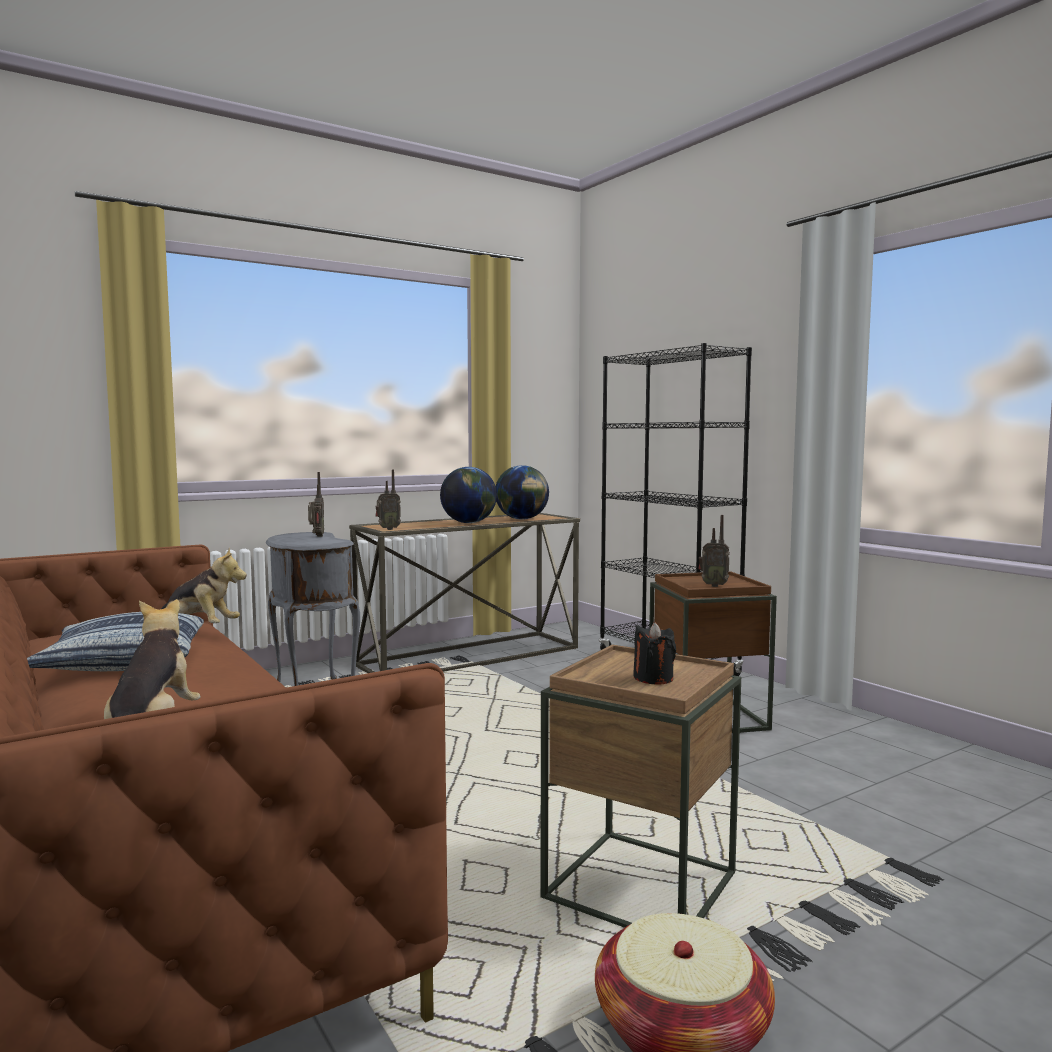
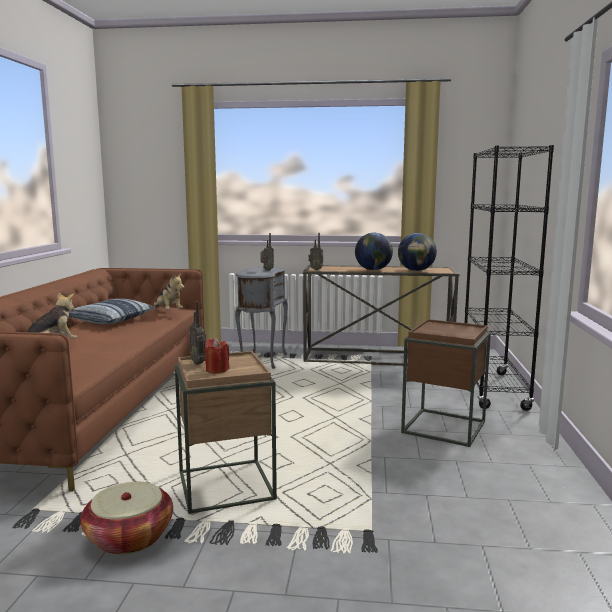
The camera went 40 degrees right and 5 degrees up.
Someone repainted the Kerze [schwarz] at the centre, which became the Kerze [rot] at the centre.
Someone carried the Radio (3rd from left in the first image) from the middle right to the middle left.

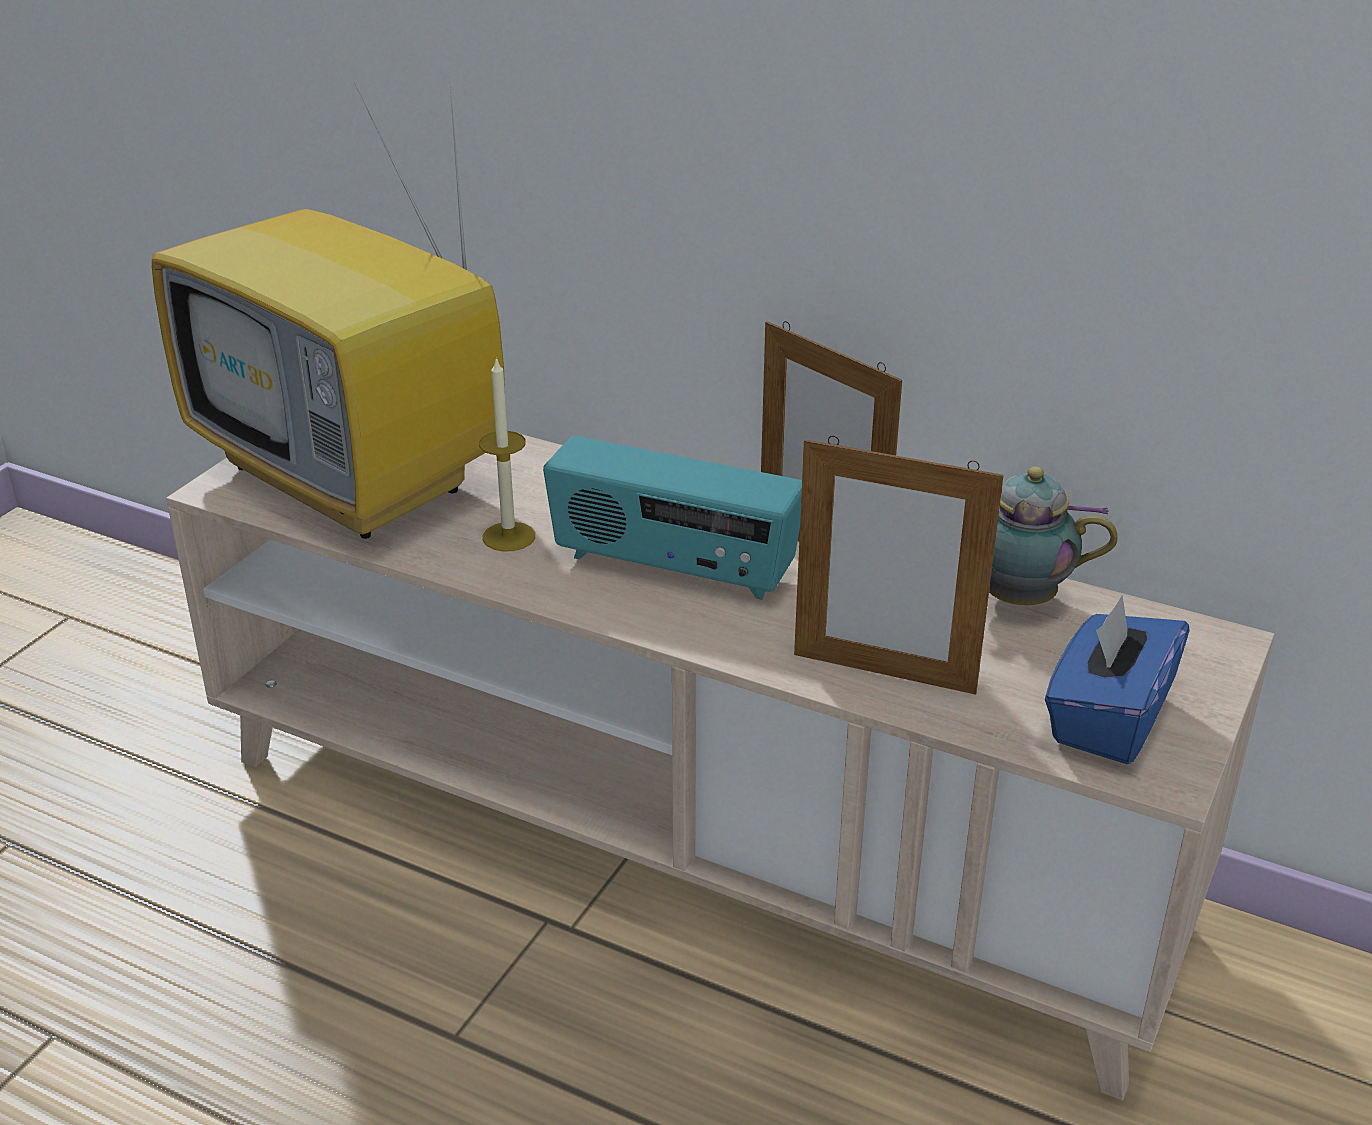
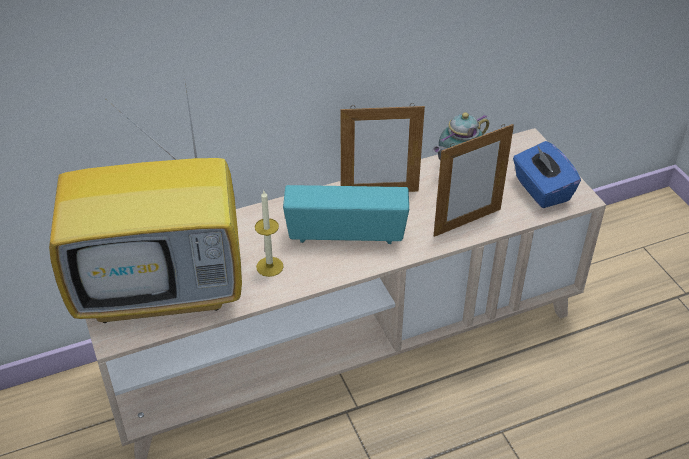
The camera went 50 degrees left and 10 degrees up.
Someone rotated the Radio at the centre by 150 degrees counterclockwise.

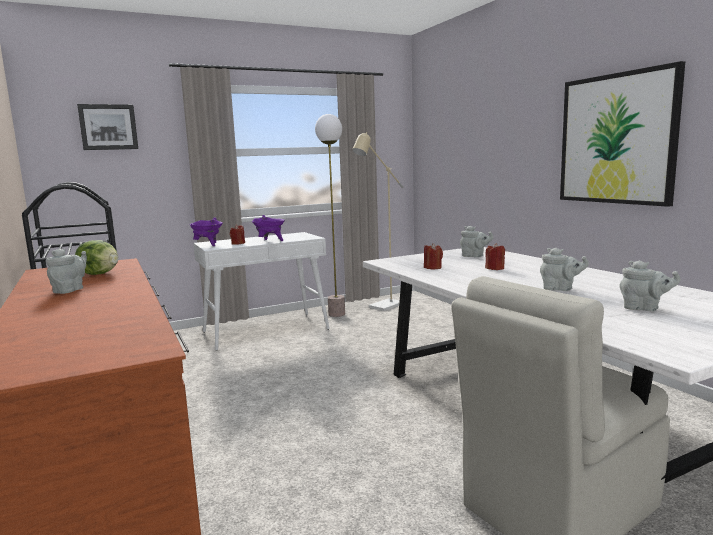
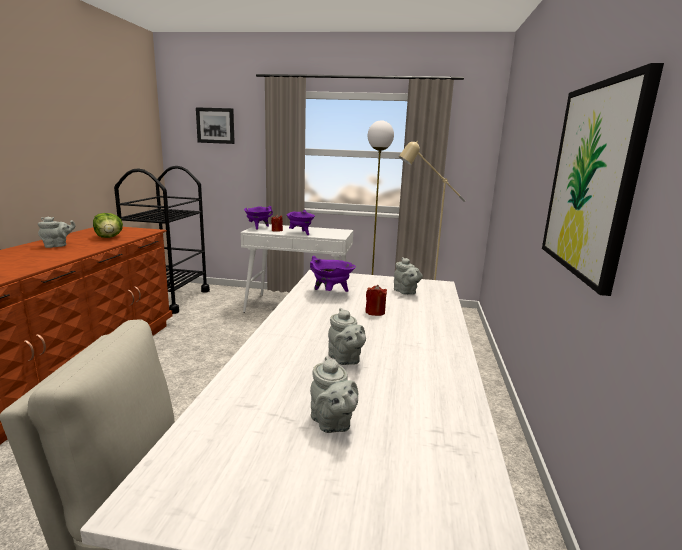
The camera went 35 degrees right and 5 degrees up.
Someone swapped the Kerze [rot] (2nd from left) at the centre for the Kochtopf [lila] (3rd from left) at the centre.

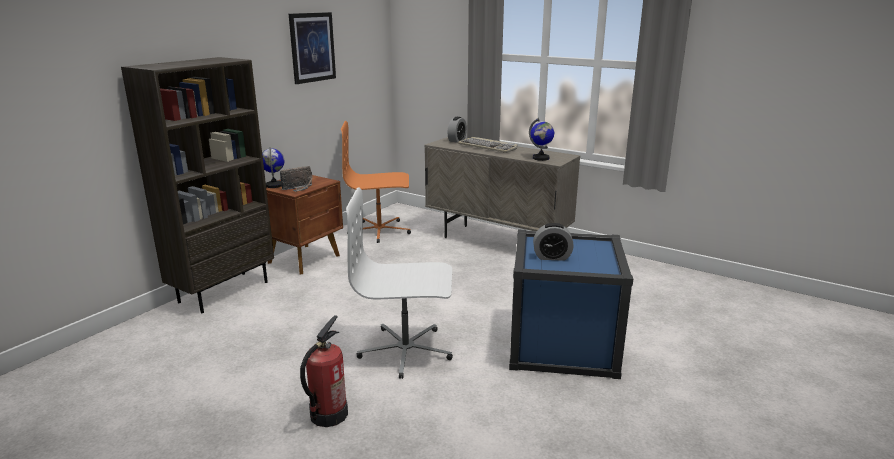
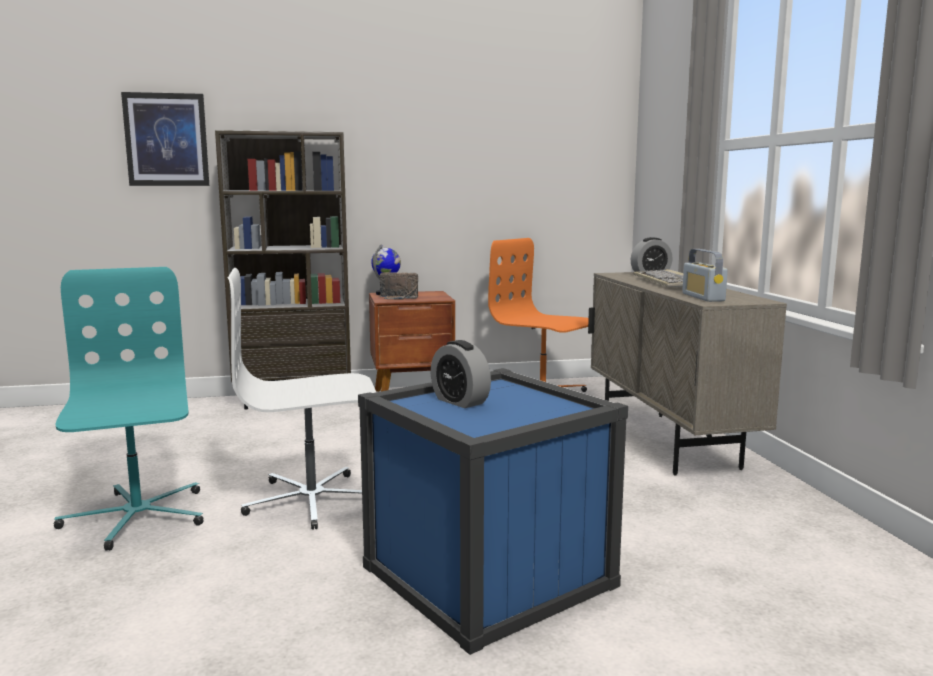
The camera went 45 degrees right and 10 degrees down.
Someone carried the Bild from the top centre to the top left.
Someone swapped the Feuerlöscher at the bottom centre for the Bürostuhl [türkis] at the middle left.
Someone rotated the Bürostuhl [weiß] at the centre by 60 degrees counterclockwise.
Someone swapped the Globus (2nd from left) at the top centre for the Radio (2nd from left) at the middle right.

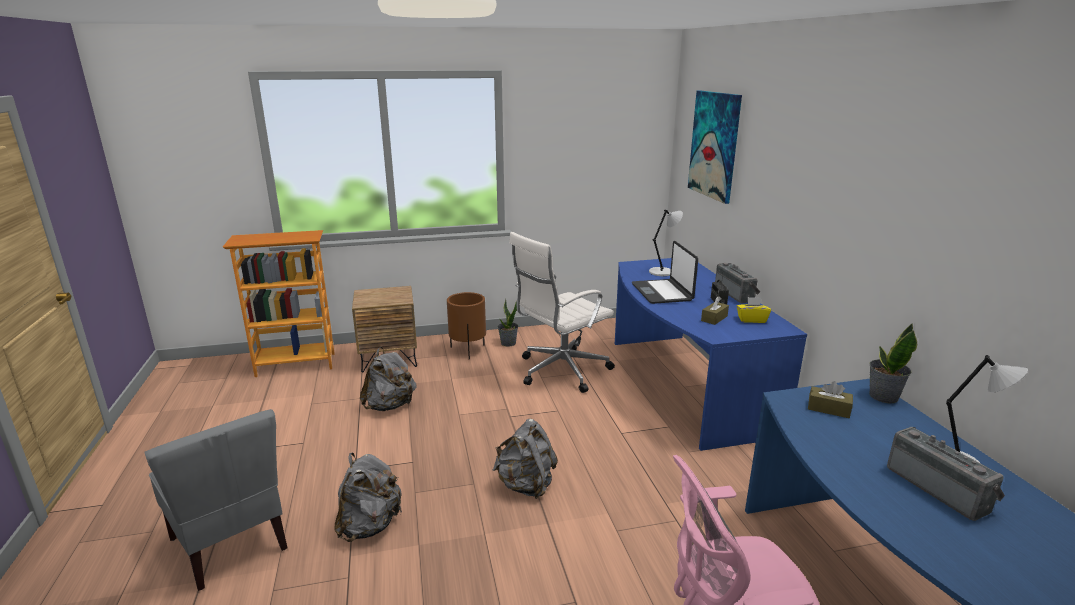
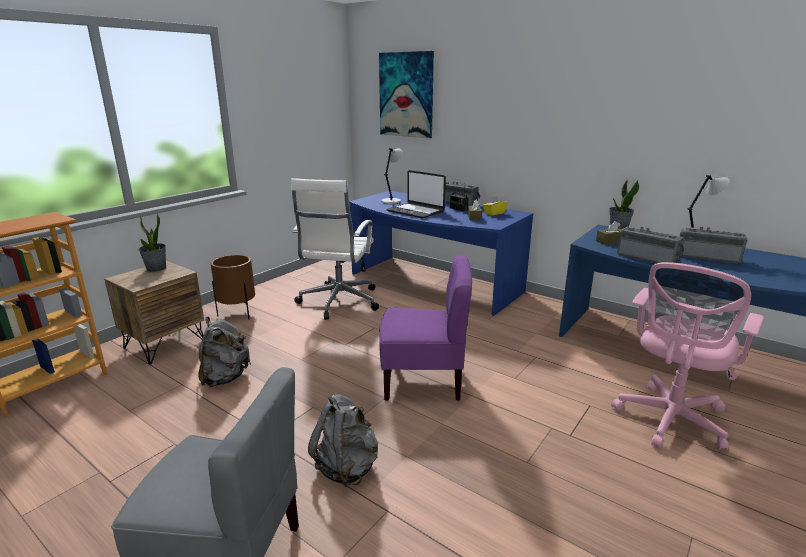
The camera went 40 degrees left and 0 degrees up.
Someone swapped the Rucksack [grau] (3rd from left) at the bottom centre for the Stuhl [lila] at the centre.
Someone carried the Topfpflanze (1st from left) from the centre to the middle left.
Someone put down the Radio (3rd from left) at the middle right.

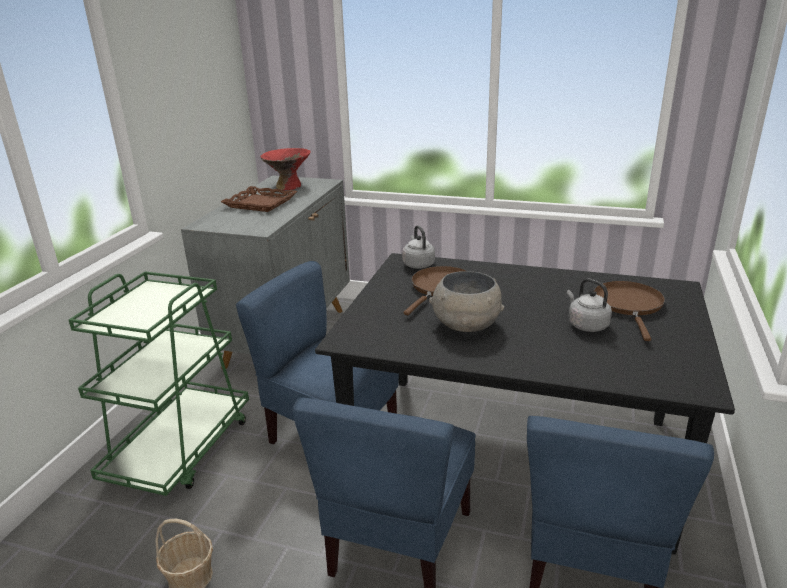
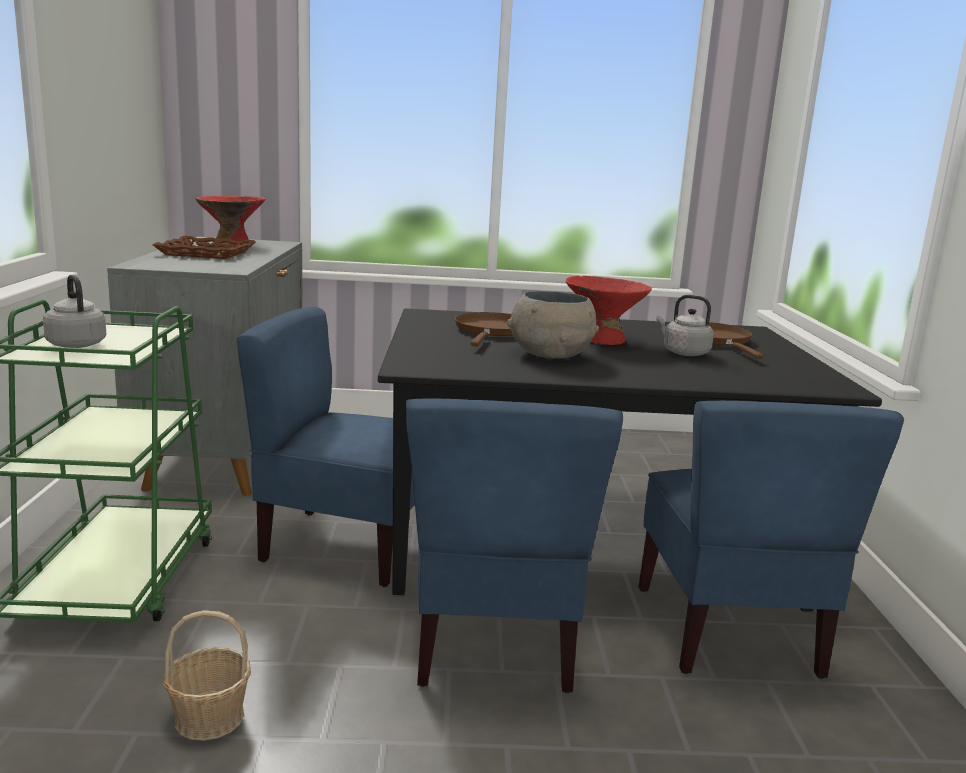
The camera went 20 degrees left and 10 degrees down.
Someone carried the Wasserkessel [grau] (1st from left) from the centre to the middle left.
Someone put down the Schüssel [rot] (2nd from left) at the centre.

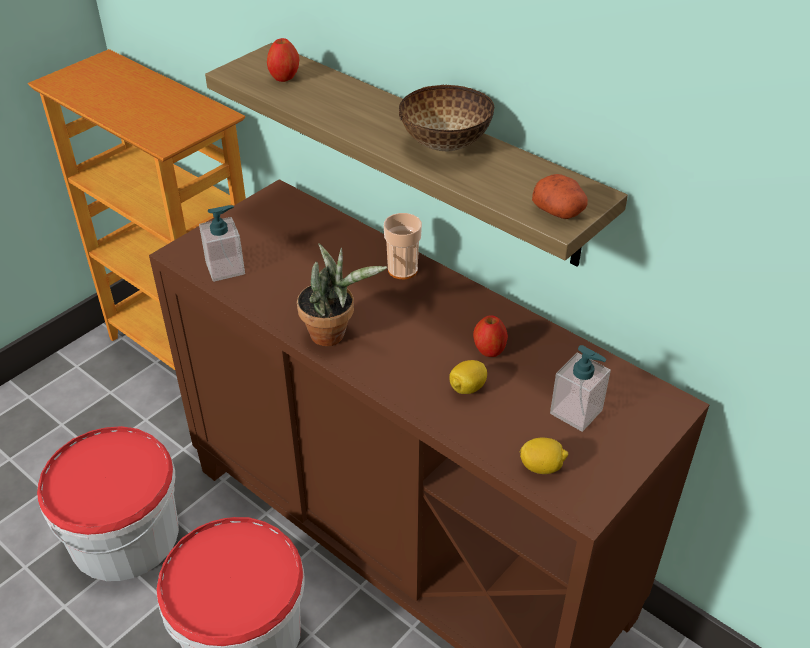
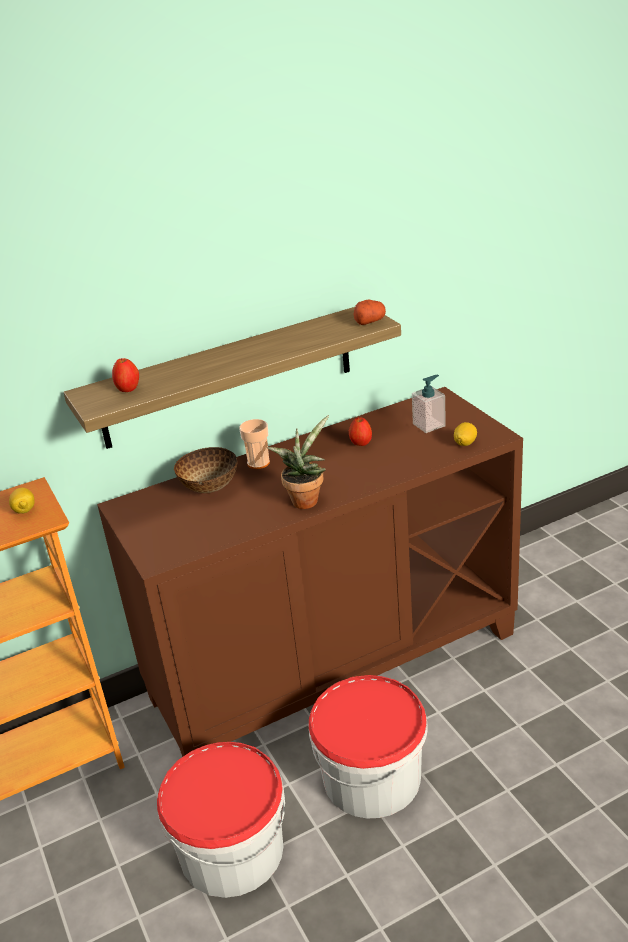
The camera went 65 degrees left and 10 degrees down.
Someone took away the Seifenspender (1st from left) at the middle left.
Someone carried the Schüssel from the top centre to the middle left.
Someone carried the Zitrone (1st from left) from the centre to the middle left.

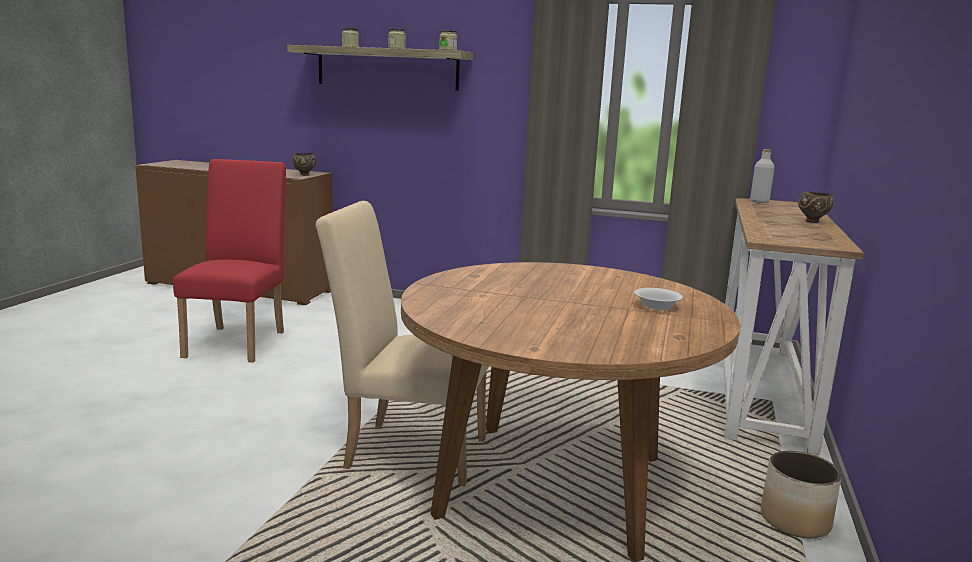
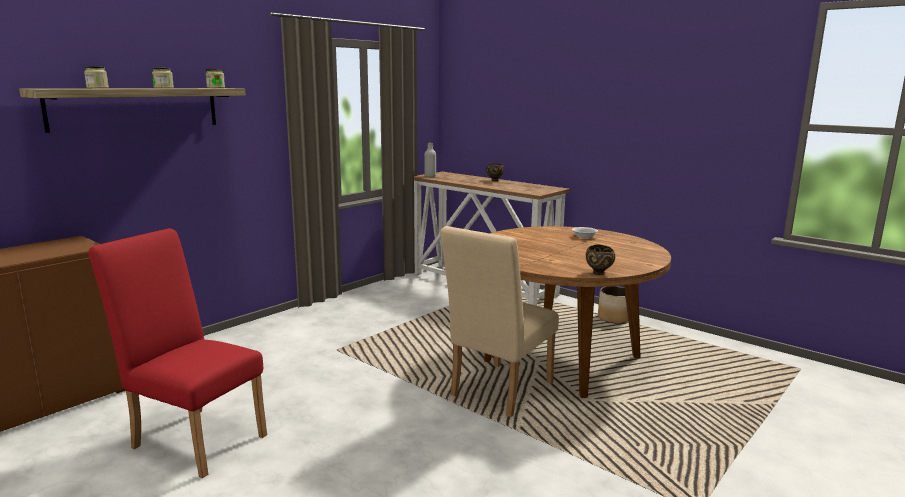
The camera went 65 degrees left and 0 degrees up.
Someone carried the Schüssel [braun] (1st from left in the first image) from the top left to the centre.

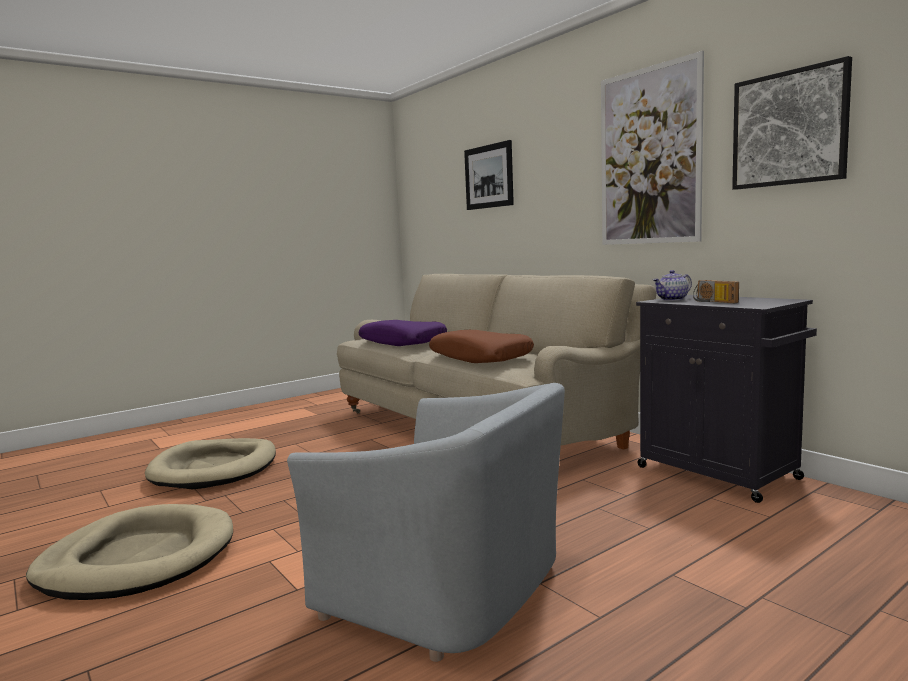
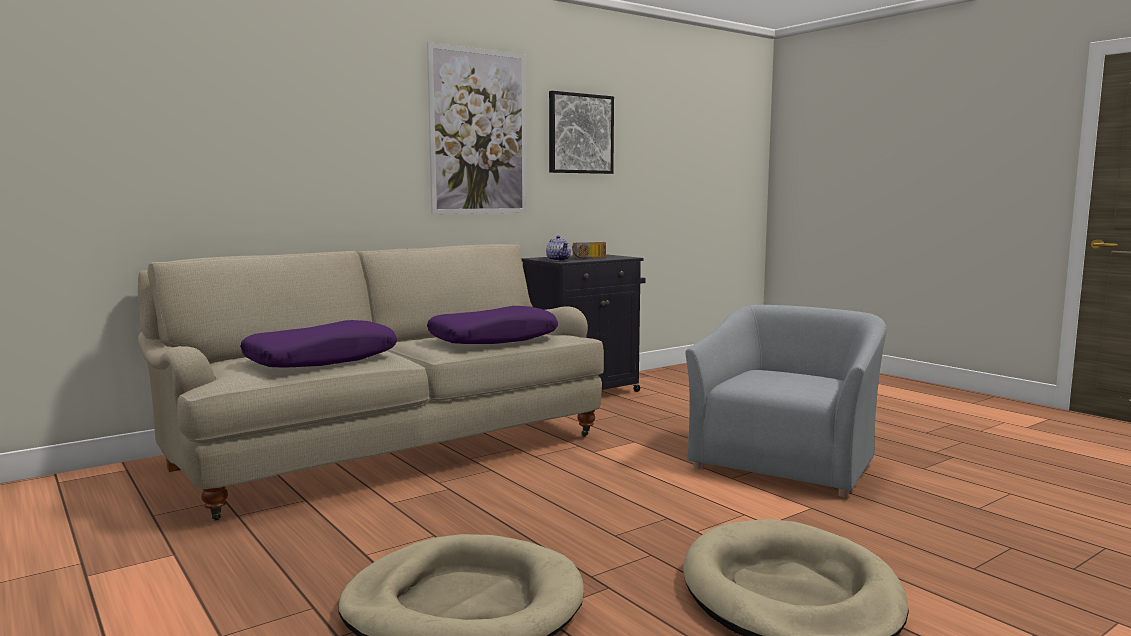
The camera went 90 degrees left and 0 degrees up.
Someone repainted the Kissen [braun] at the centre, which became the Kissen [lila] (2nd from left) at the centre.
Someone took away the Bild (1st from left) at the top centre.

